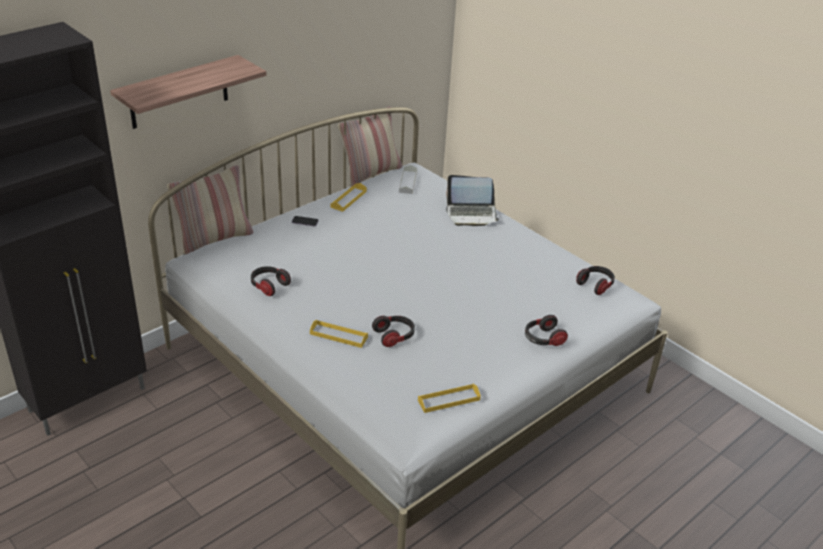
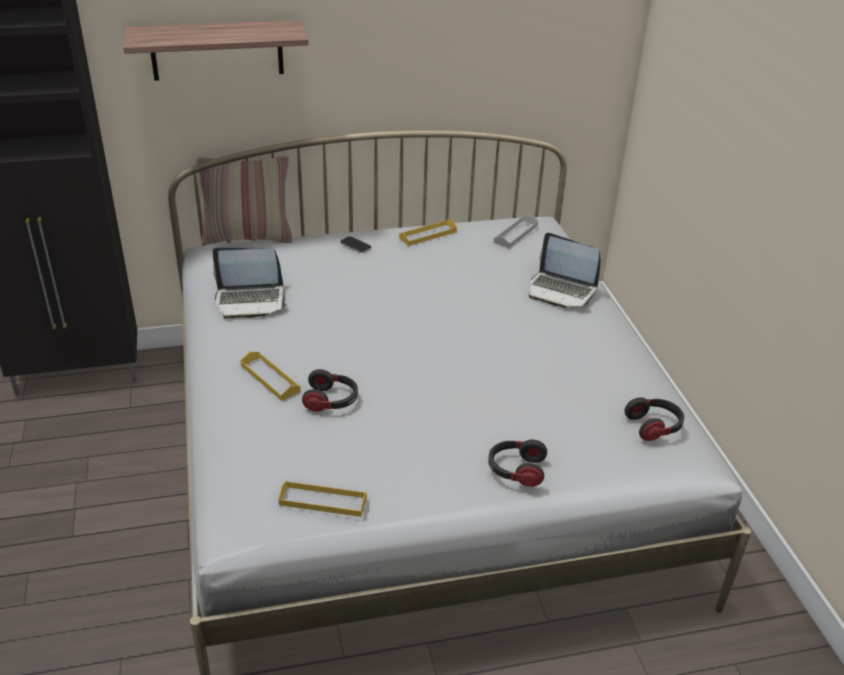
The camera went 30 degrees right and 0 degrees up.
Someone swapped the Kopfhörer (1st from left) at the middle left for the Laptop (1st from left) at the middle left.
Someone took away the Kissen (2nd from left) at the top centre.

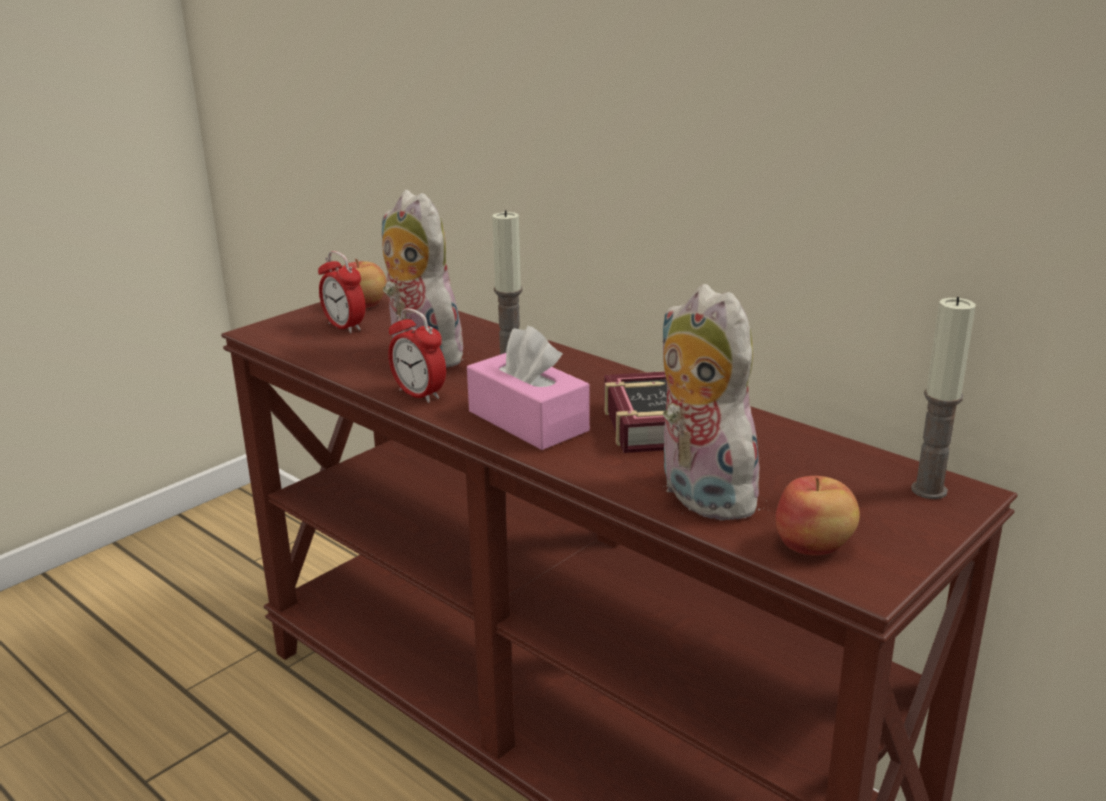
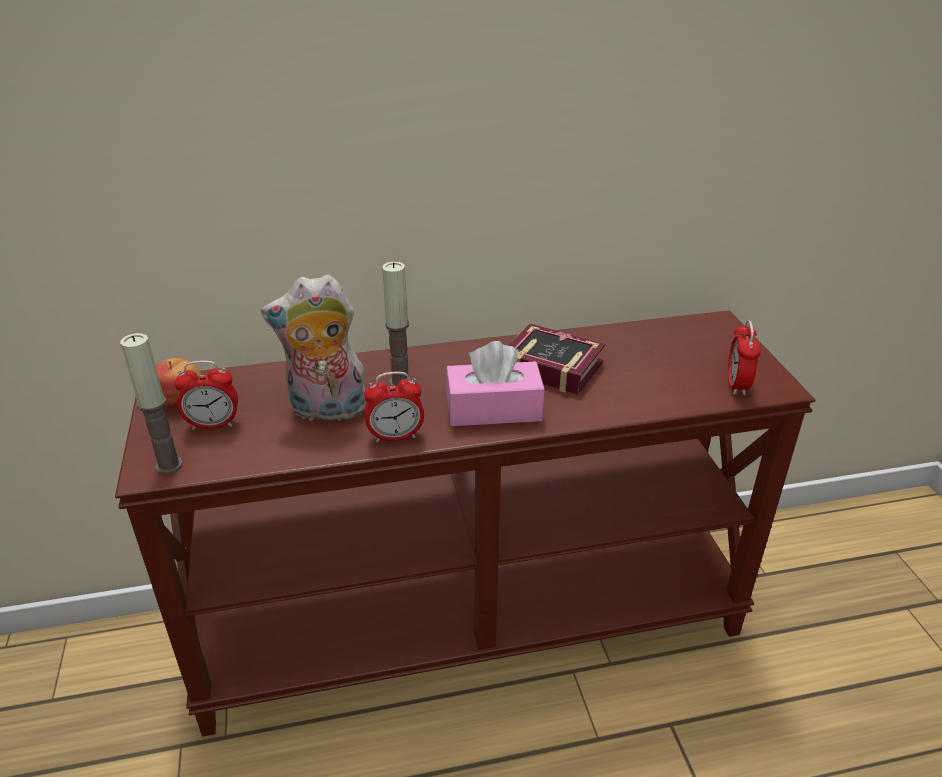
The camera went 55 degrees left and 10 degrees up.
Someone took away the Plüschtier (2nd from left) at the centre.
Someone swapped the Apfel (2nd from left) at the middle right for the Wecker (3rd from left) at the middle right.
Someone carried the Kerze (2nd from left in the first image) from the middle right to the middle left.

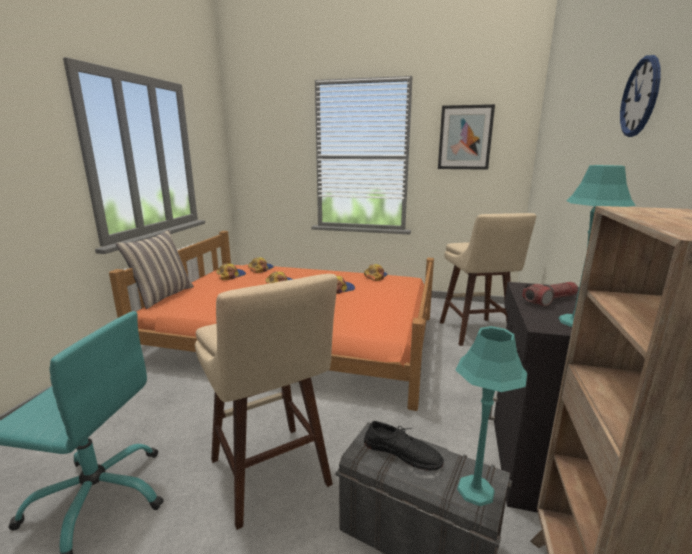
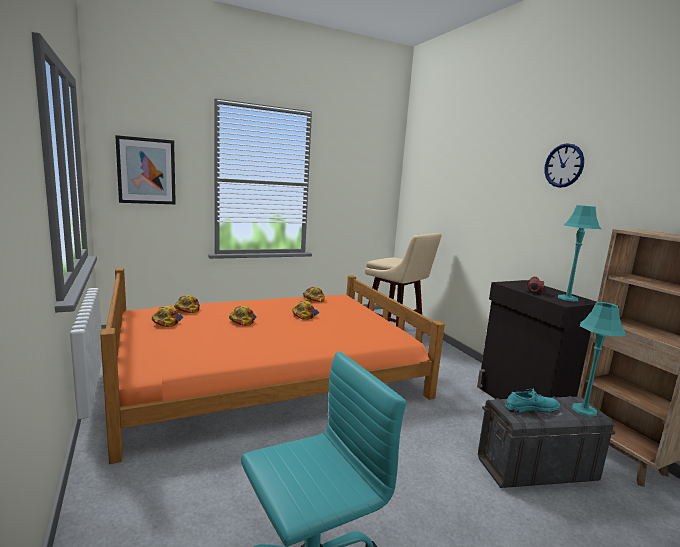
The camera went 40 degrees left and 5 degrees down.
Someone took away the Kissen at the middle left.
Someone took away the Hocker [beige] (1st from left) at the bottom centre.
Someone repainted the Schuh [schwarz] at the bottom centre, which became the Schuh [türkis] at the bottom right.
Someone carried the Bild from the top right to the top left.

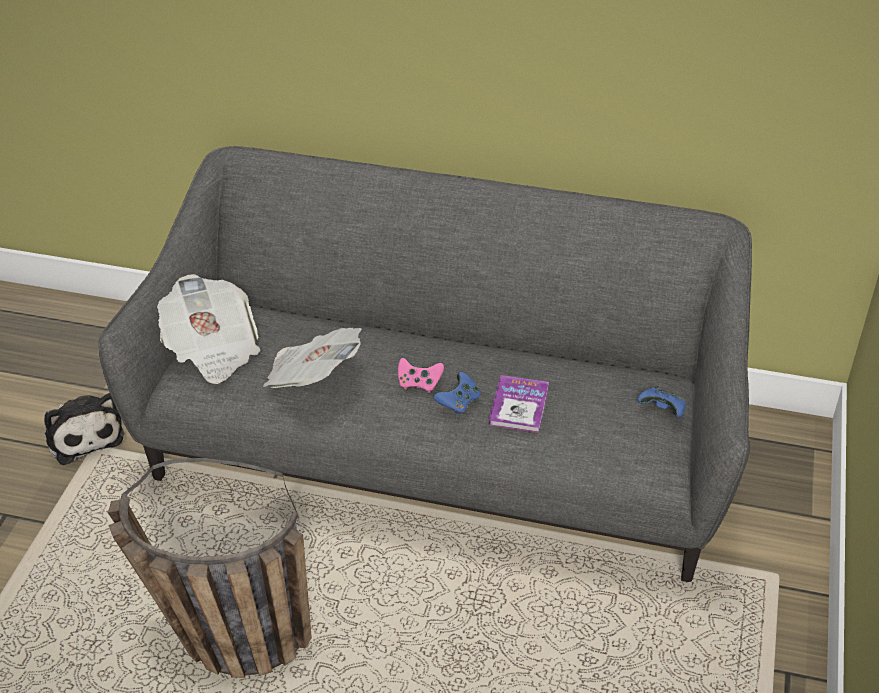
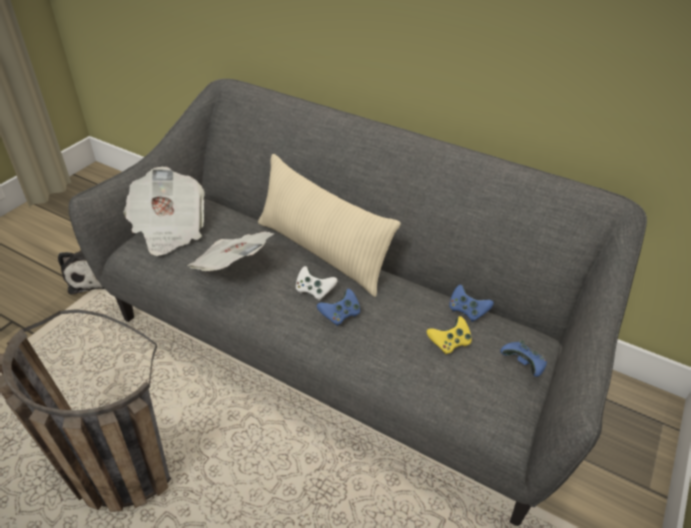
The camera went 15 degrees right and 0 degrees up.
Someone repainted the Gamepad [rosa] at the centre, which became the Gamepad [weiß] at the centre.
Someone took away the Buch at the centre.
Someone put down the Kissen [beige] at the centre.
Someone put down the Gamepad [gelb] at the centre.
Someone put down the Gamepad [blau] (2nd from left) at the middle right.

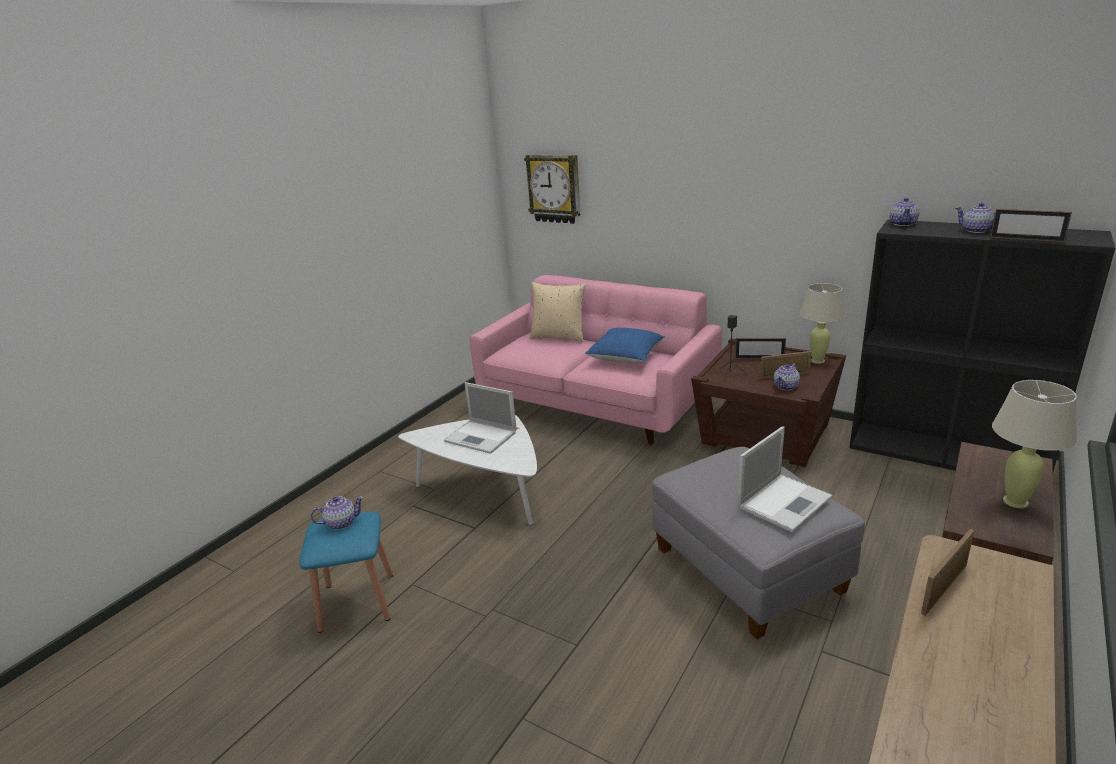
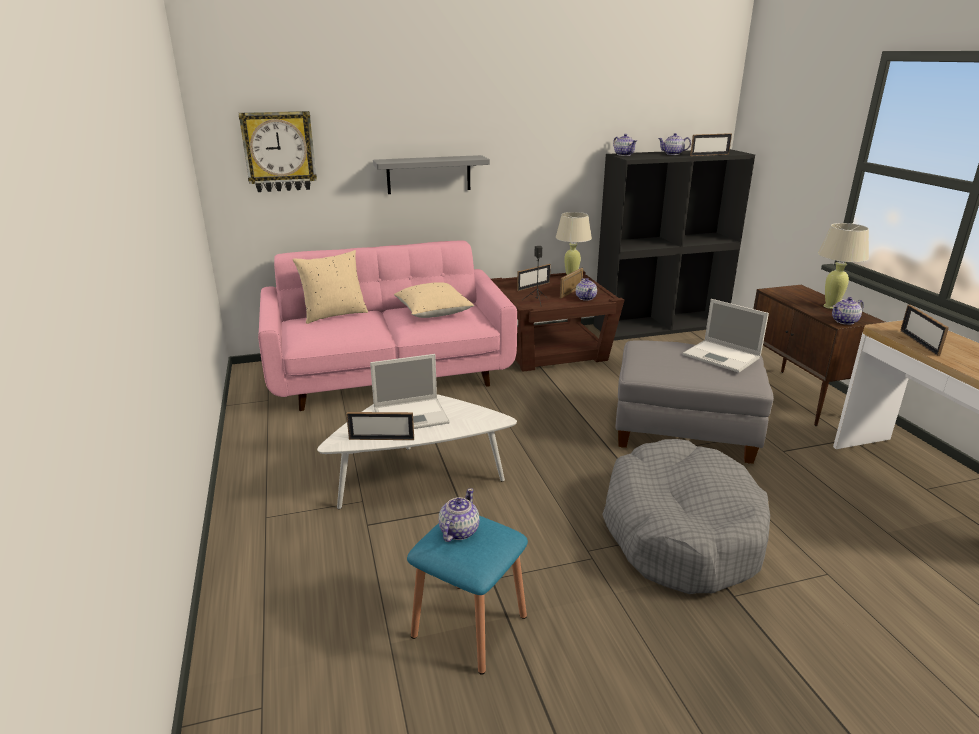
The camera went 50 degrees left and 0 degrees up.
Someone repainted the Kissen [blau] at the centre, which became the Kissen [beige] (2nd from left) at the centre.
Someone rotated the Laptop (2nd from left) at the middle right by 135 degrees clockwise.
Someone put down the Bilderrahmen (1st from left) at the centre.
Someone put up the Wandregal [grau] at the top centre.
Someone put down the Hundebett [grau] at the bottom right.
Someone put down the Teekanne (5th from left) at the middle right.

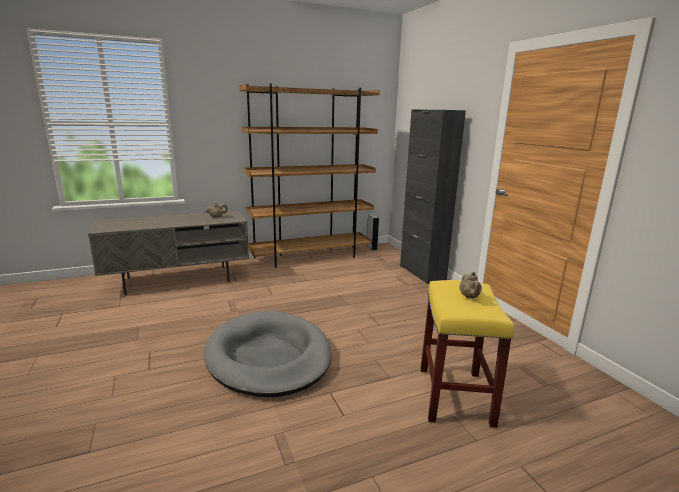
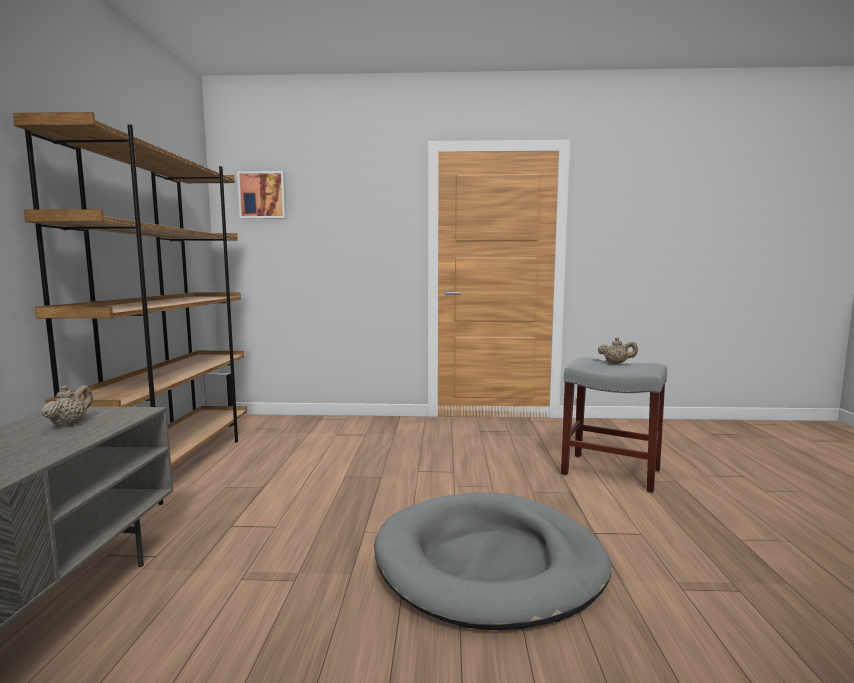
The camera went 65 degrees left and 10 degrees down.
Someone took away the Schrank [schwarz] at the centre.
Someone repainted the Hocker [gelb] at the bottom right, which became the Hocker [grau] at the middle right.
Someone put up the Bild at the top left.

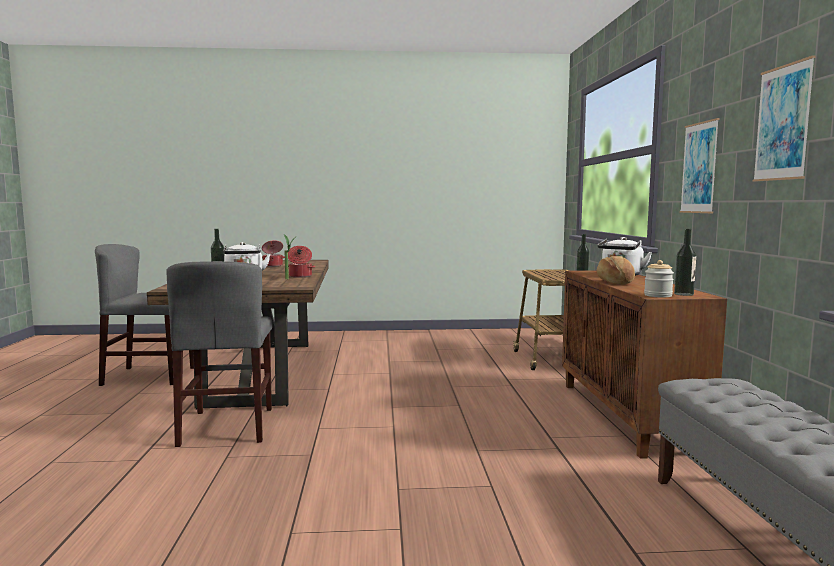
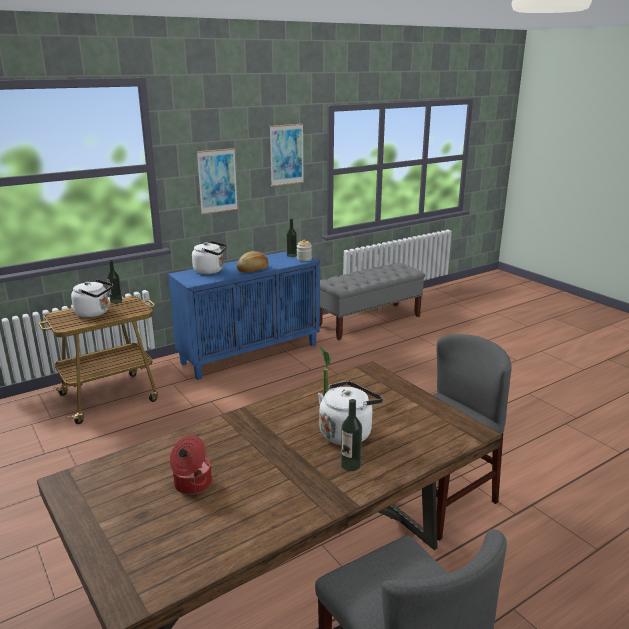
The camera went 120 degrees left and 15 degrees up.
Someone took away the Kochtopf (2nd from left) at the centre.
Someone repainted the Schrank [braun] at the middle right, which became the Schrank [blau] at the centre.
Someone put down the Wasserkessel [weiß] (1st from left) at the middle left.

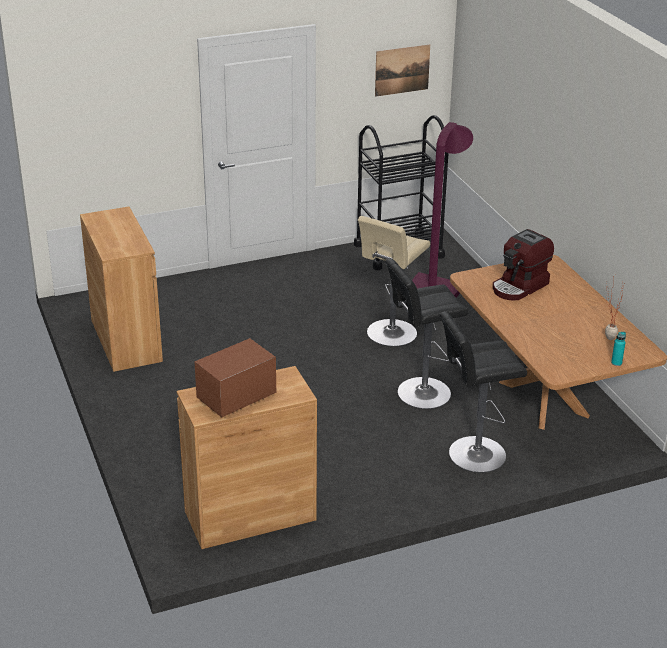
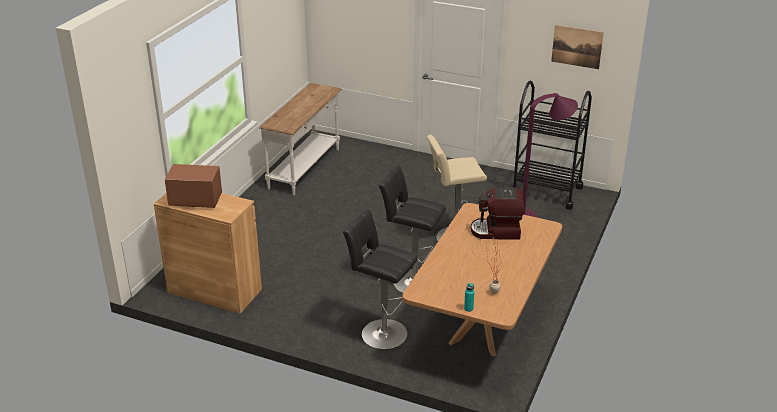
The camera went 45 degrees right and 0 degrees up.
Someone swapped the Schrank [braun] (1st from left) at the middle left for the Konsolentisch [weiß] at the centre.

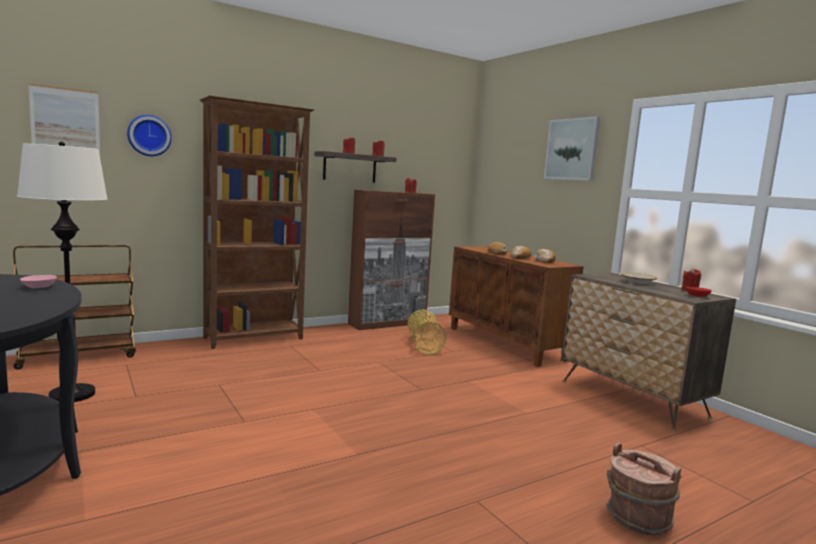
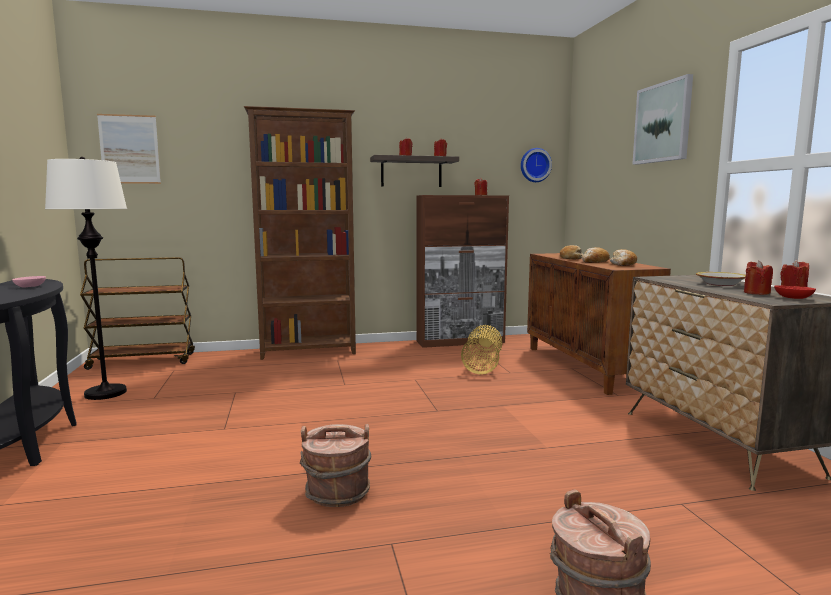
The camera went 20 degrees right and 0 degrees up.
Someone carried the Wanduhr from the top left to the top centre.
Someone put down the Eimer [braun] (1st from left) at the bottom centre.
Someone put down the Kerze [rot] (4th from left) at the middle right.

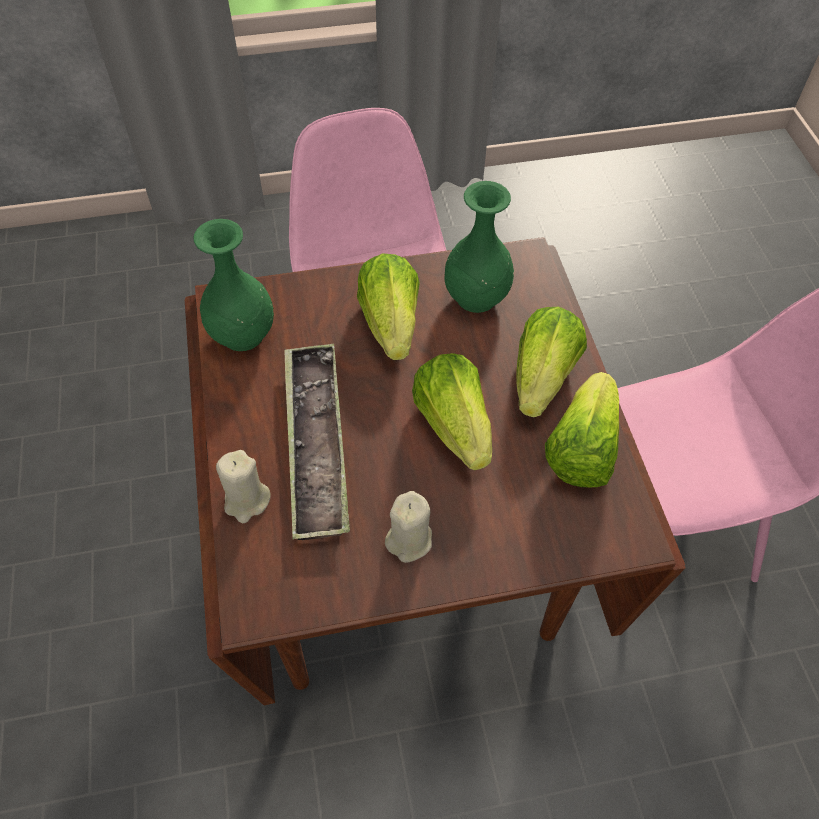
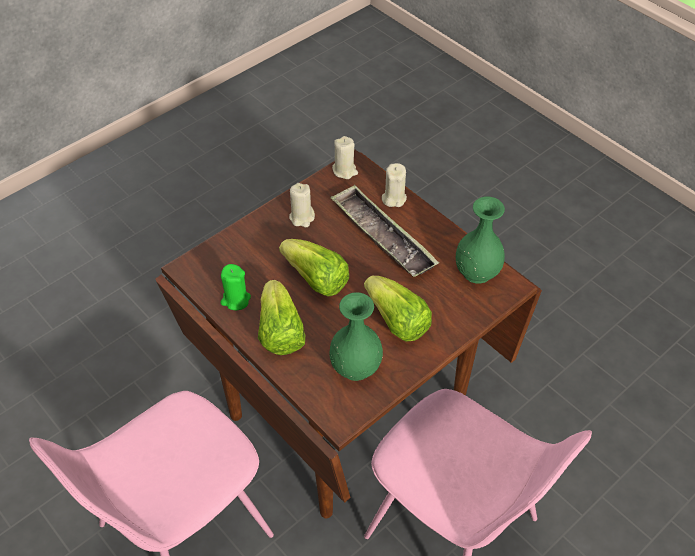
The camera went 150 degrees right and 5 degrees down.
Someone swapped the Salatkopf (4th from left) at the middle right for the Kerze [grün] at the centre.
Someone put down the Kerze [beige] (2nd from left) at the top centre.

